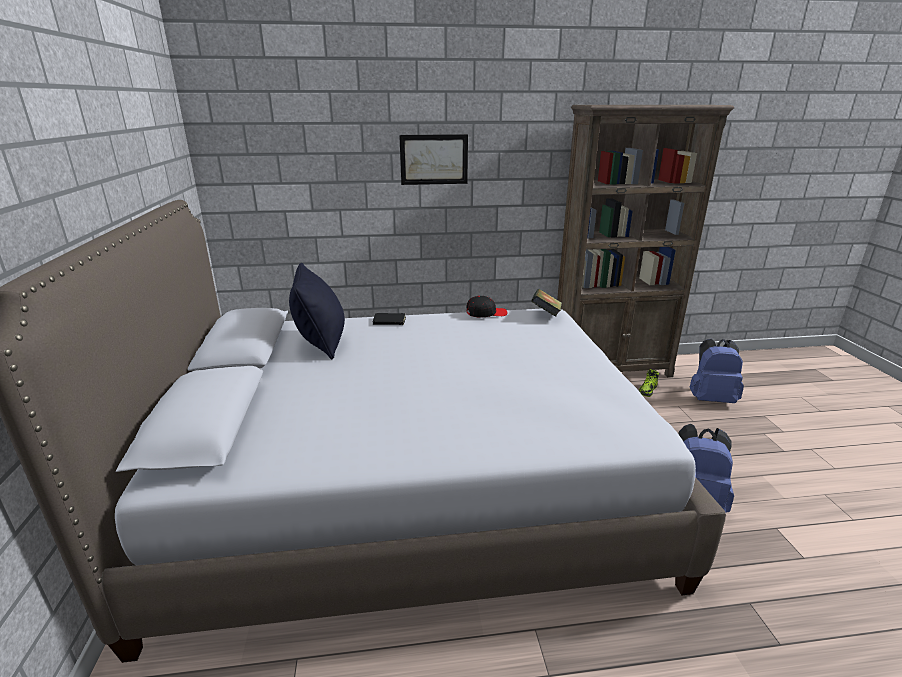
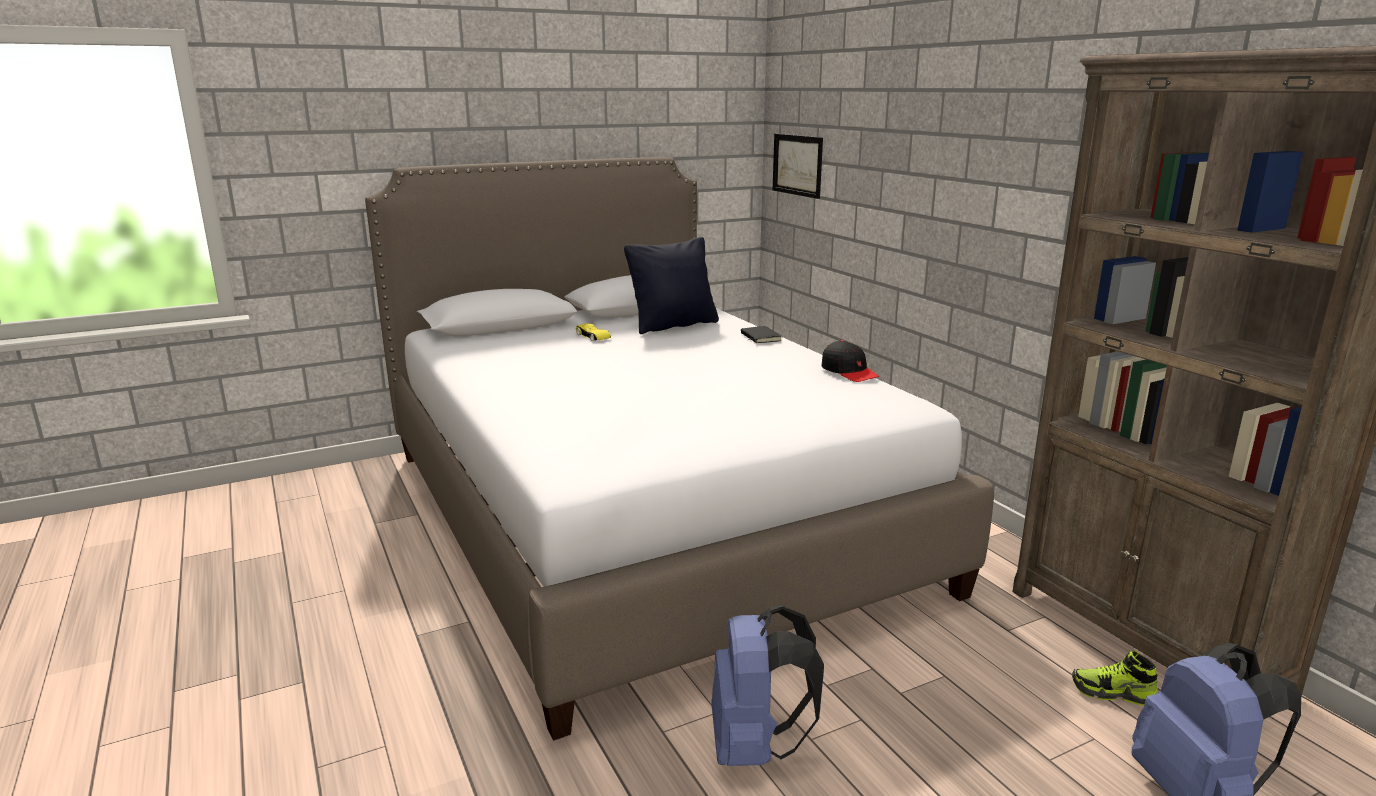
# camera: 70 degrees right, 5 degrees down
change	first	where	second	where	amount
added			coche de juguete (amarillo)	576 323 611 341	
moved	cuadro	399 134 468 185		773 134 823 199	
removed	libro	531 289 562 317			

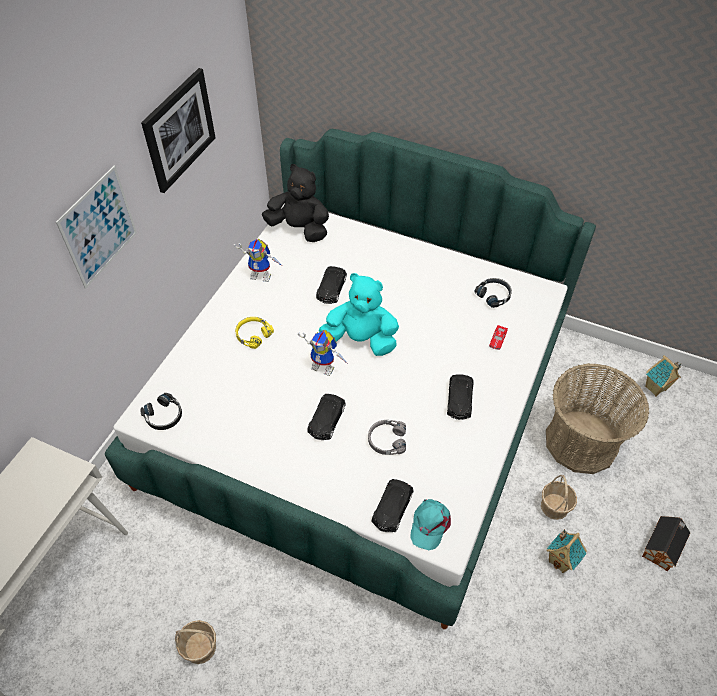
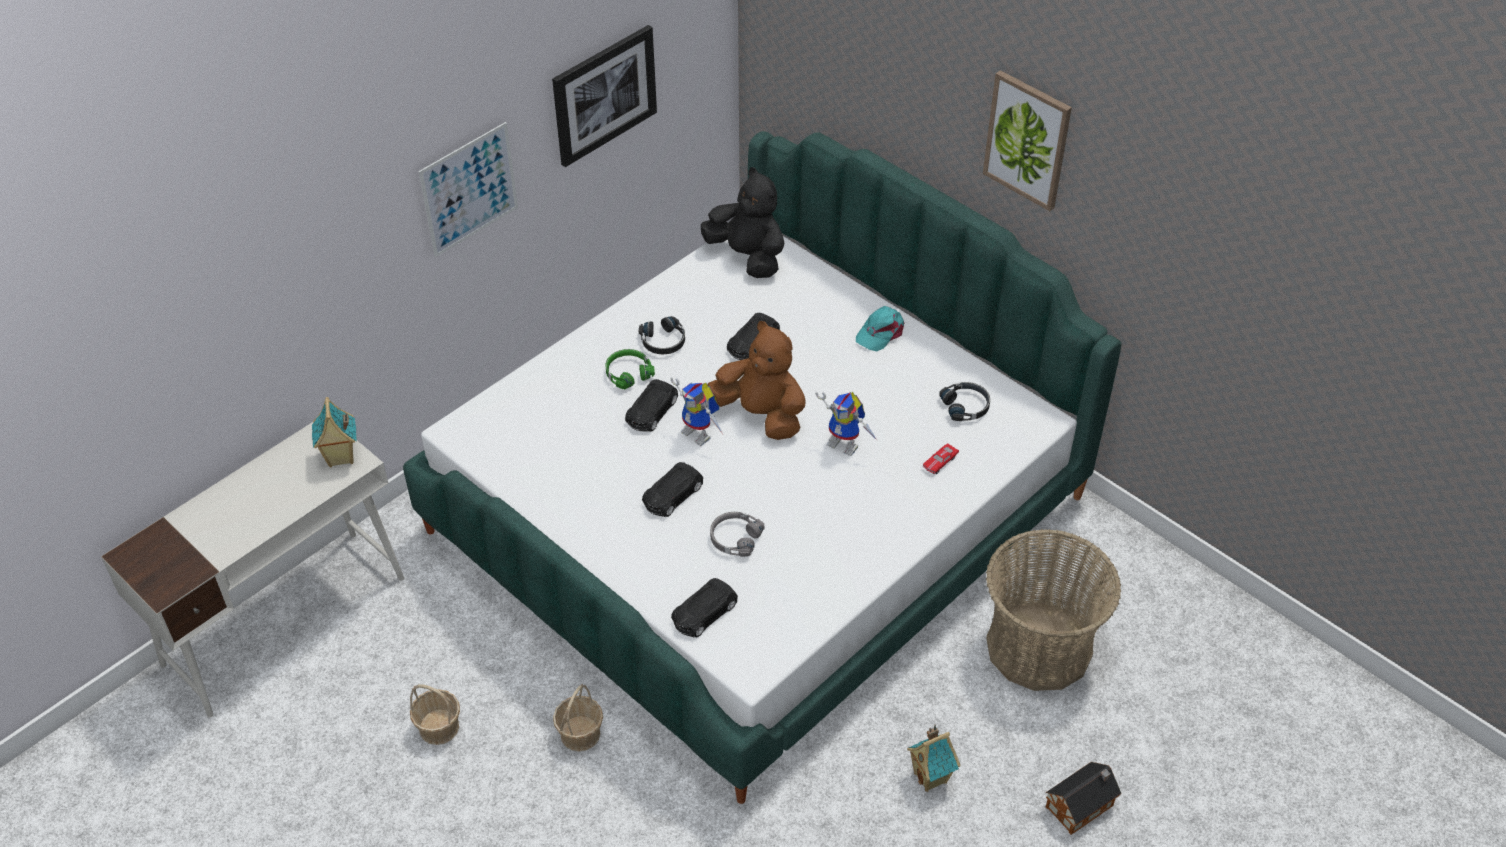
# camera: 20 degrees right, 5 degrees down
change	first	where	second	where	amount
moved	casita	645 355 682 396		312 397 357 467	
moved	cesta	541 475 577 520		553 684 603 752	
recoloured	auriculares (amarillo)	235 317 274 349	auriculares (verde)	606 349 655 390	
moved	coche de juguete (negro)	447 374 474 420		625 379 678 432	
moved	auriculares (negro)	140 393 182 430		639 316 685 354	
recoloured	peluche (turquesa)	319 273 399 356	peluche (marrón)	707 321 805 440	
moved	robot de juguete	234 238 284 282		815 392 877 456	
moved	gorra (turquesa)	410 499 451 550		856 306 904 351	
added			cuadro	983 70 1072 211	

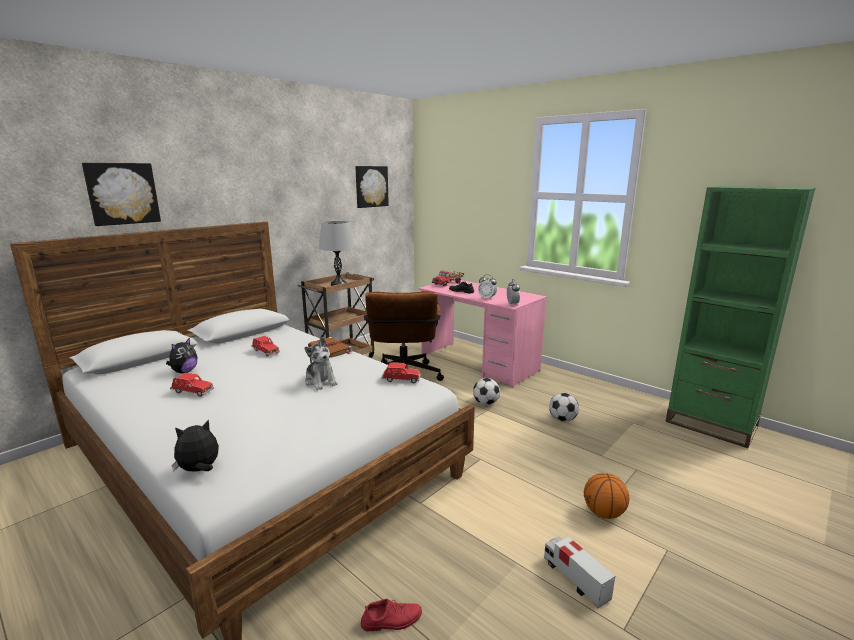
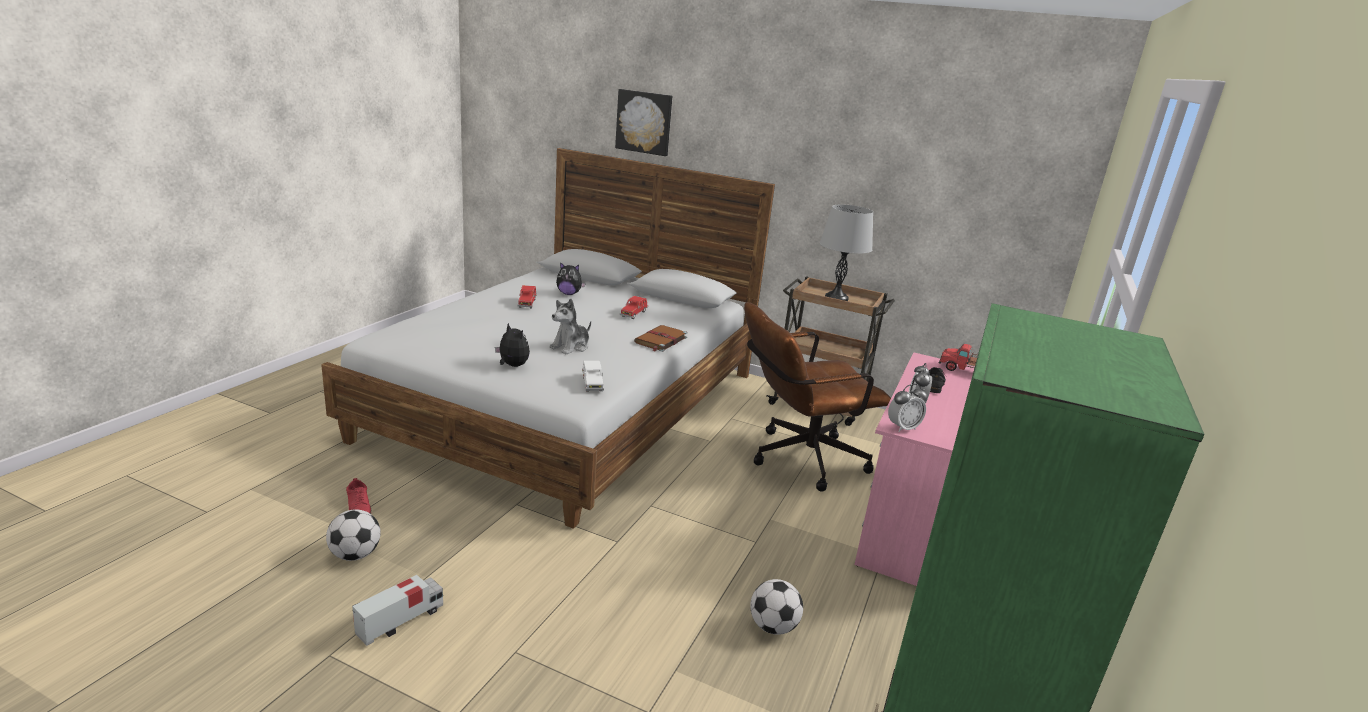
# camera: 70 degrees right, 5 degrees up
change	first	where	second	where	amount
moved	balón de fútbol	473 378 500 405		326 509 381 561	
moved	peluche	172 420 219 471		495 323 530 367	
recoloured	coche de juguete (rojo)	381 362 421 383	coche de juguete (blanco)	582 361 604 391	
removed	cuadro	355 166 389 208			
removed	balón de baloncesto	584 473 629 519			

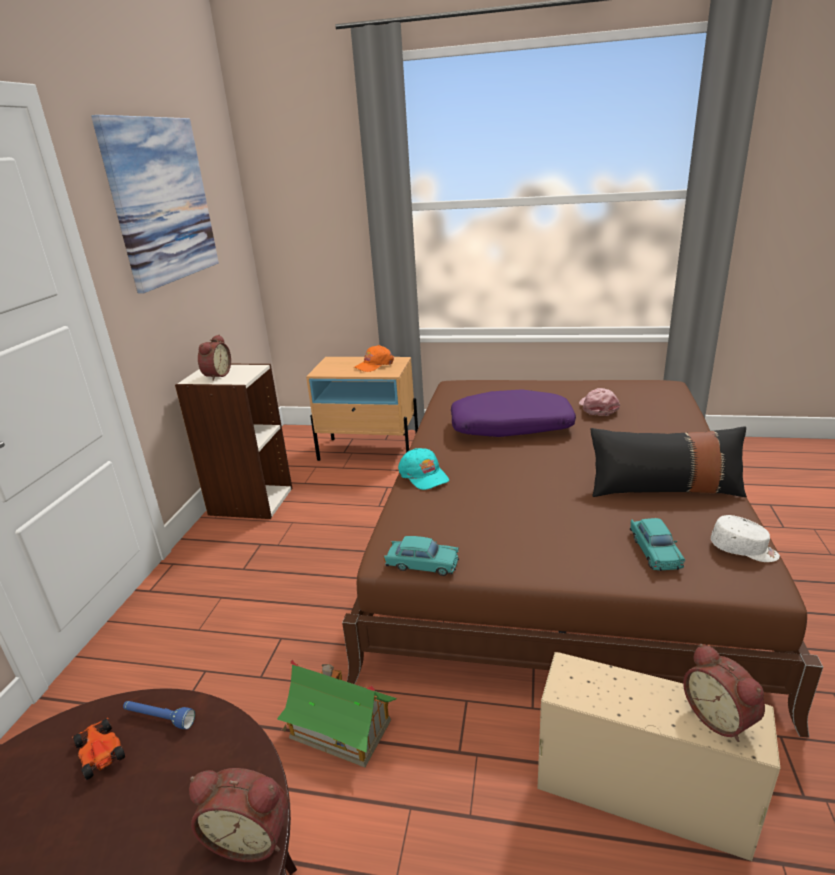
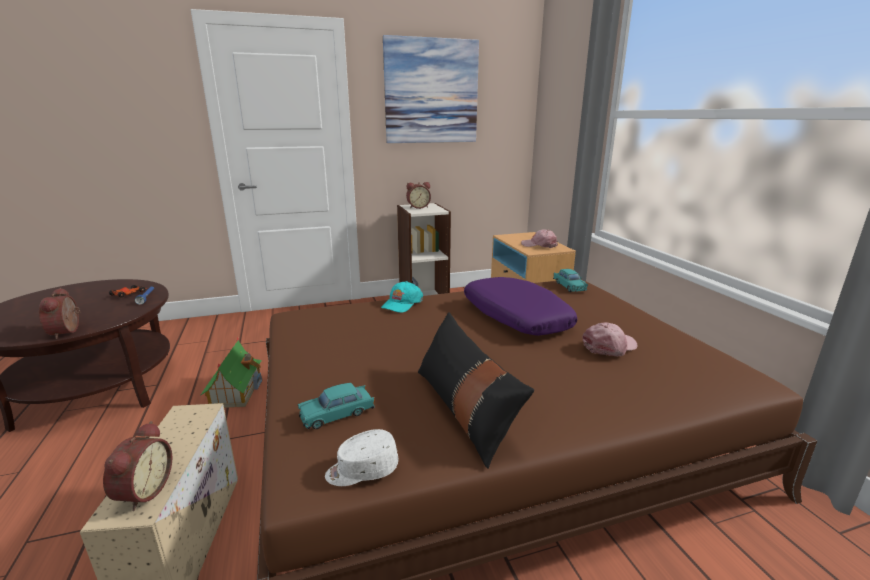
# camera: 60 degrees right, 5 degrees down
change	first	where	second	where	amount
turned	despertador	683 644 765 742		103 421 172 511	150 degrees clockwise
turned	gorra (blanco)	711 515 780 562		325 429 398 486	75 degrees clockwise
recoloured	gorra (naranja)	354 345 394 372	gorra (rosa)	521 229 558 248	
moved	coche de juguete (turquesa)	384 536 459 576		553 269 588 292	

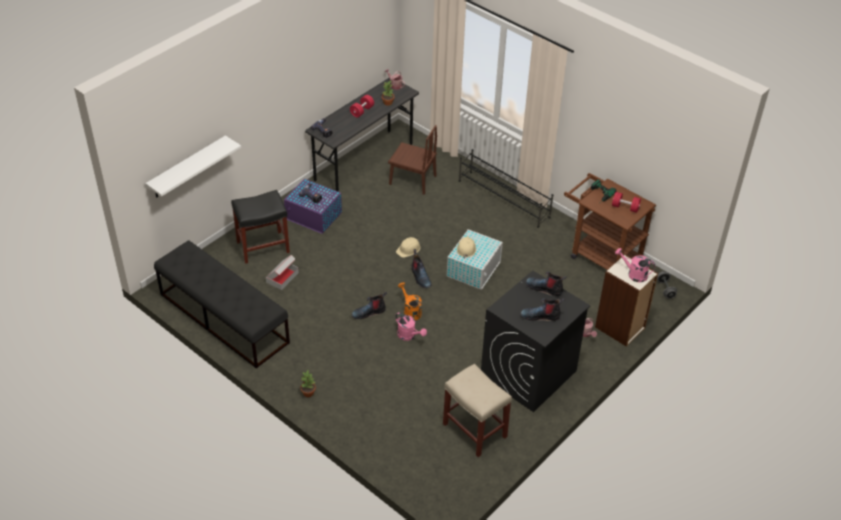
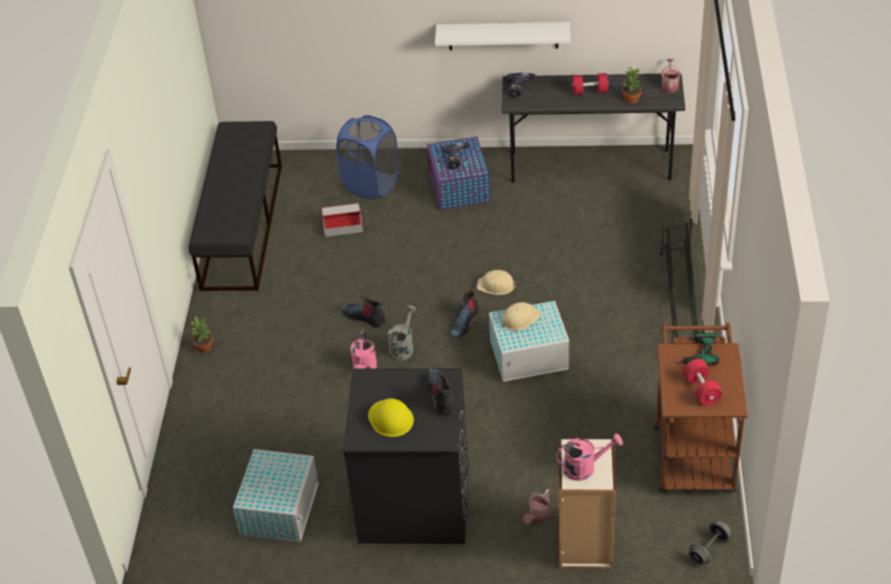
# camera: 55 degrees right, 0 degrees up
change	first	where	second	where	amount
replaced	taburete (beis)	443 364 512 457	caja de almacenaje (blanco)	233 449 319 542	
replaced	taburete (negro)	231 190 290 264	cesto de la ropa (azul)	336 115 399 200	
replaced	bota	520 298 565 321	casco (amarillo)	368 398 414 437	
recoloured	regadera (naranja)	398 282 422 320	regadera (gris)	388 305 416 361	
moved	estante (blanco)	145 135 241 197		435 22 570 50	
turned	regadera (rosa)	615 248 655 282		556 433 623 481	90 degrees clockwise
removed	silla (marrón)	388 125 437 195			

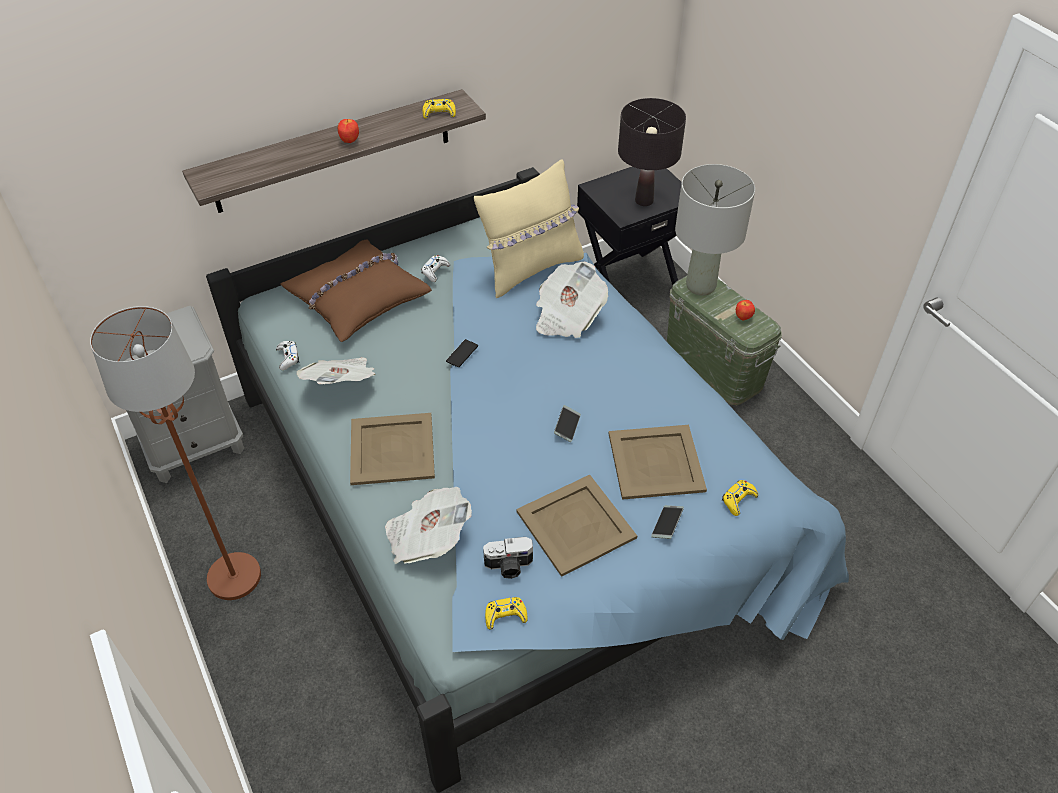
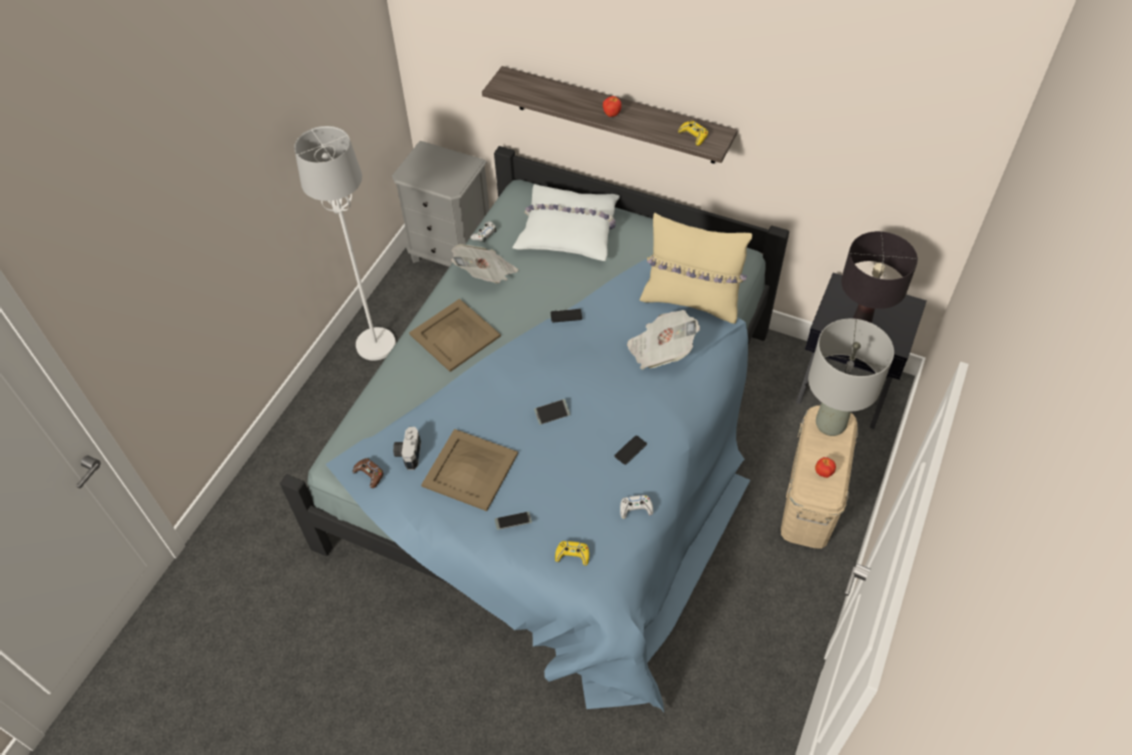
# camera: 55 degrees right, 5 degrees up
change	first	where	second	where	amount
recoloured	lámpara de pie (marrón)	90 306 261 600	lámpara de pie (blanco)	294 126 396 361	
recoloured	mando de consola (amarillo)	485 597 528 629	mando de consola (marrón)	353 458 384 488	
turned	cámara	483 537 533 579		393 427 421 470	45 degrees clockwise
recoloured	cojín (marrón)	280 240 432 342	cojín (blanco)	513 184 620 261	
added			móvil	614 435 647 465	
moved	mando de consola (blanco)	421 255 450 282		620 495 653 519	
recoloured	caja de almacenaje (verde)	667 276 782 405	caja de almacenaje (beis)	781 405 858 549	
removed	periódico	385 487 472 564			
removed	bandeja (beis)	609 425 707 500			

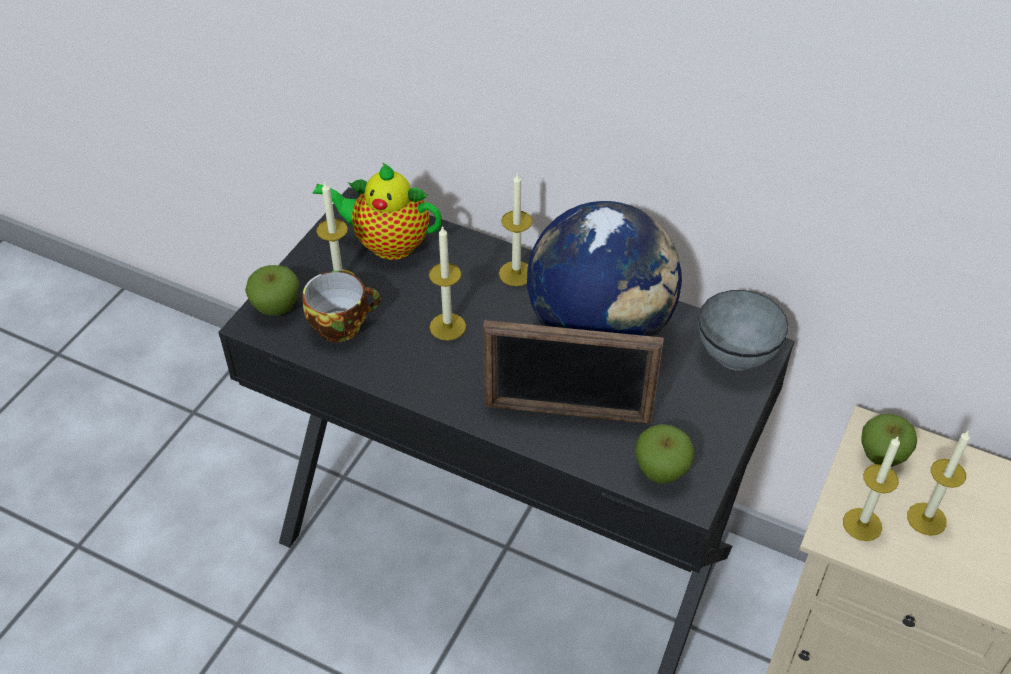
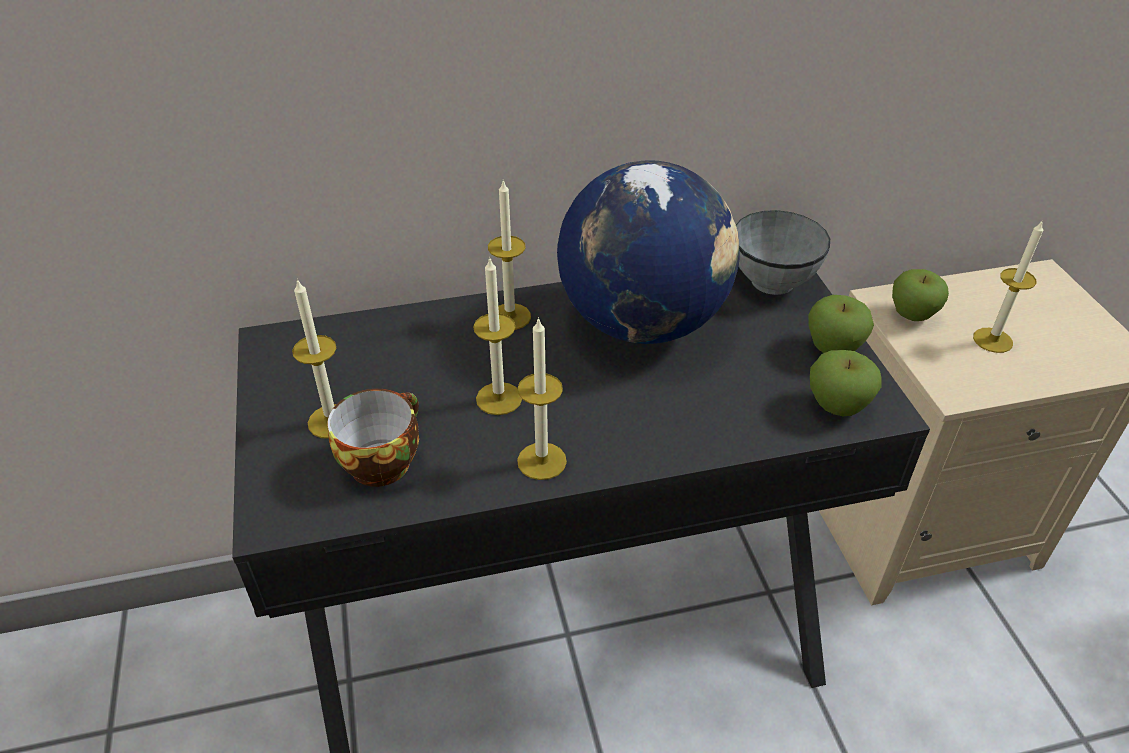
# camera: 40 degrees left, 5 degrees down
change	first	where	second	where	amount
moved	vela	843 436 900 541		517 317 567 480	
moved	manzana	245 265 299 316		809 295 874 353	
removed	tetera	313 162 442 260			
removed	portarretratos	483 320 663 424			

